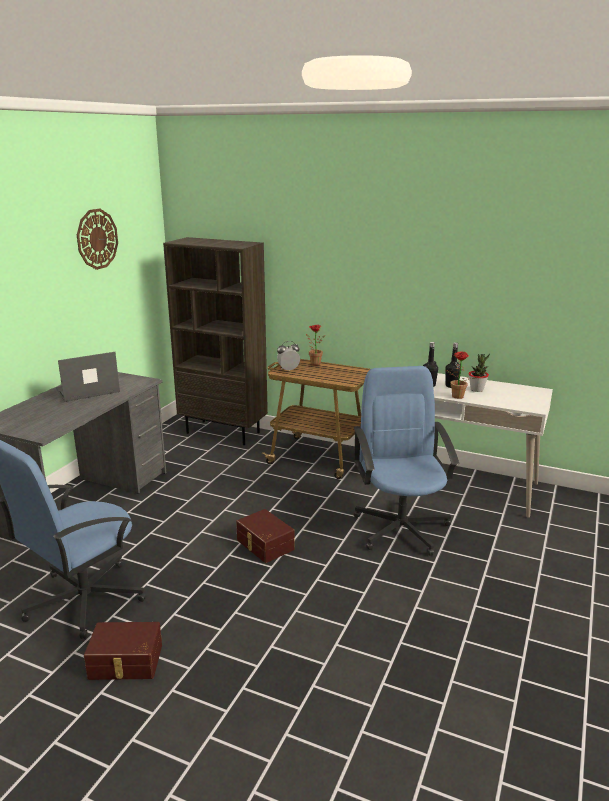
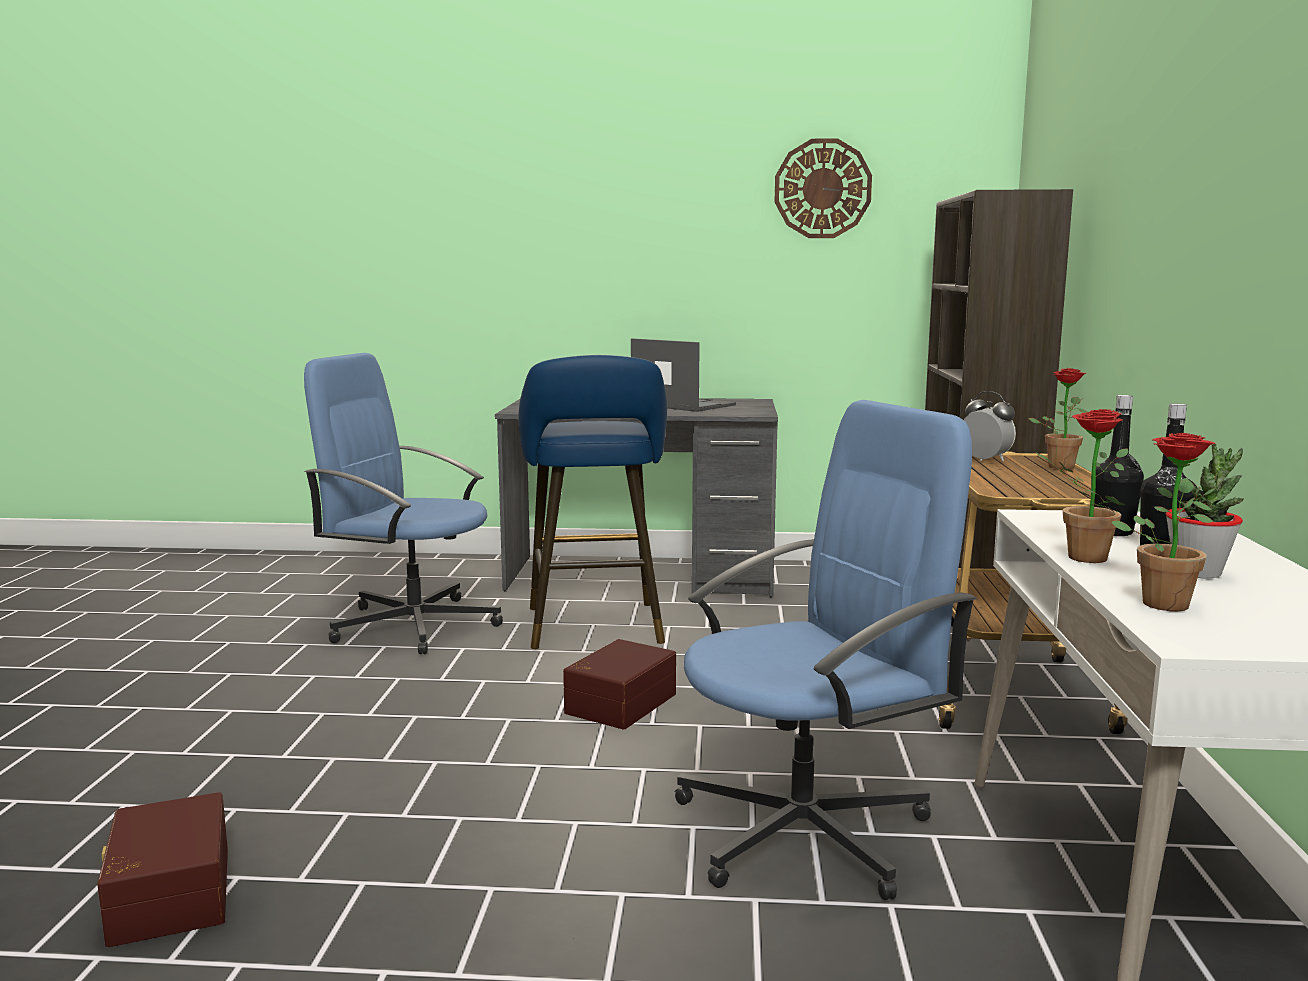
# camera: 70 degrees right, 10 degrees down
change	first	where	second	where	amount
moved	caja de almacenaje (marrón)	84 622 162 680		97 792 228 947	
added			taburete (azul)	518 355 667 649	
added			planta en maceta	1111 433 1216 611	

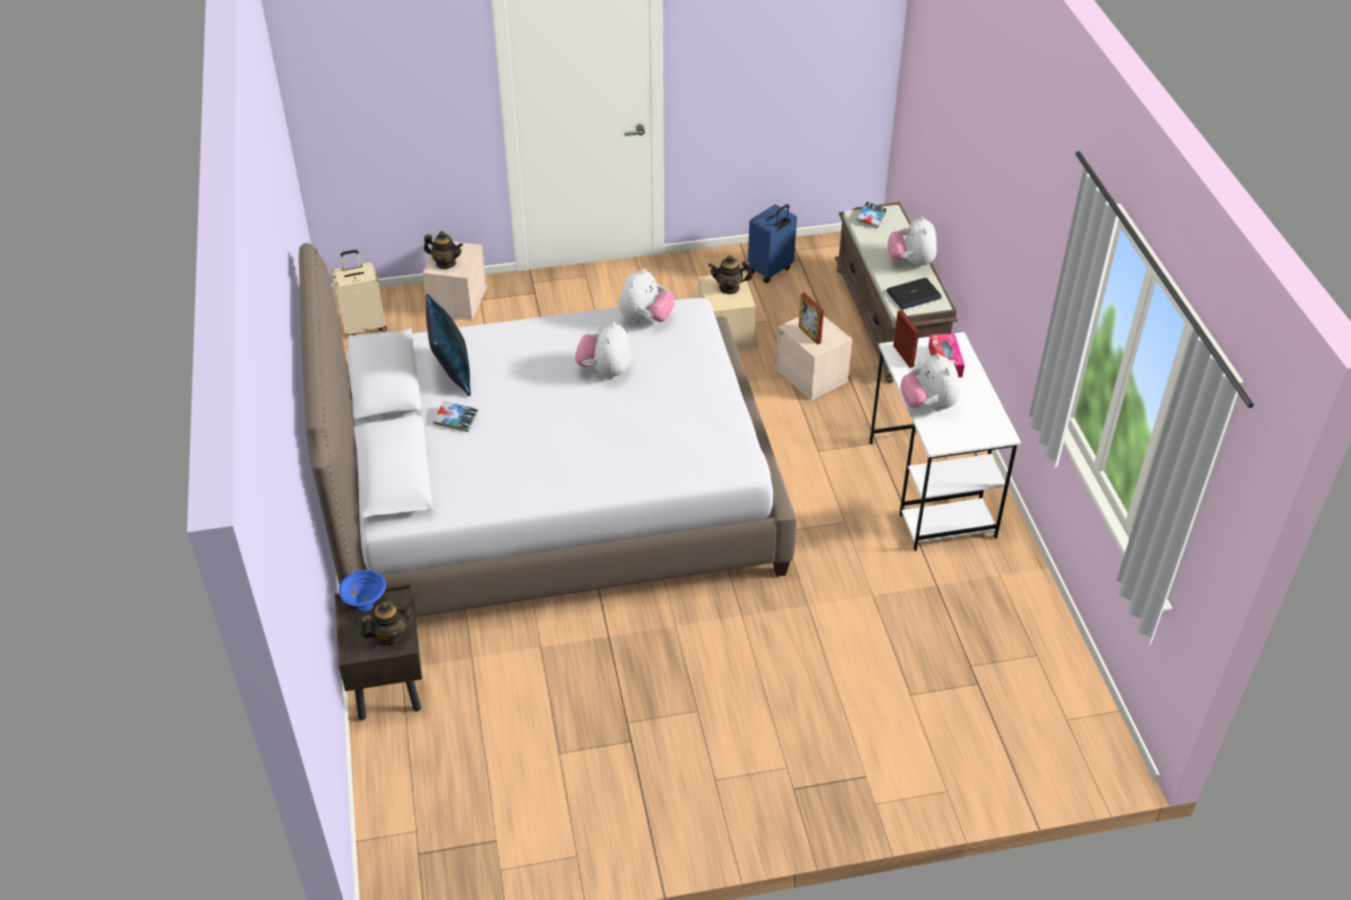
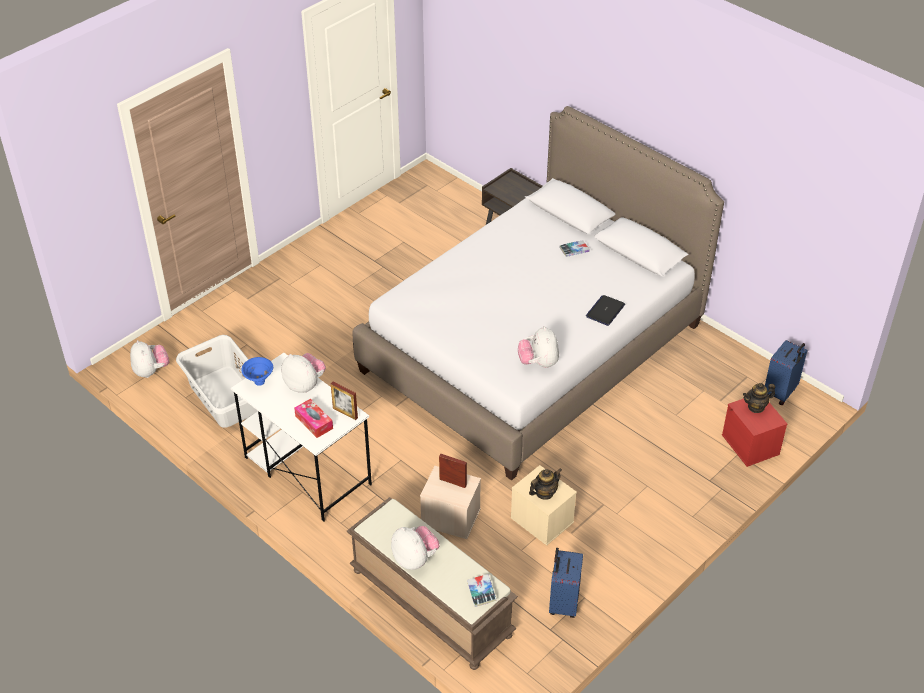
# camera: 145 degrees right, 0 degrees up
change	first	where	second	where	amount
moved	peluche	575 322 631 378		130 340 169 378	
added			cesto de la ropa (gris)	176 335 257 428	
moved	cuenco (azul)	339 570 386 612		242 357 273 386	
moved	portátil	886 278 942 310		586 295 625 326	
recoloured	caja de almacenaje (beis)	423 242 487 321	caja de almacenaje (rojo)	722 398 787 467	
recoloured	maleta (beis)	331 250 387 337	maleta (azul)	765 340 807 406	
removed	tetera	360 601 412 645			
removed	cojín (azul)	426 294 471 397			

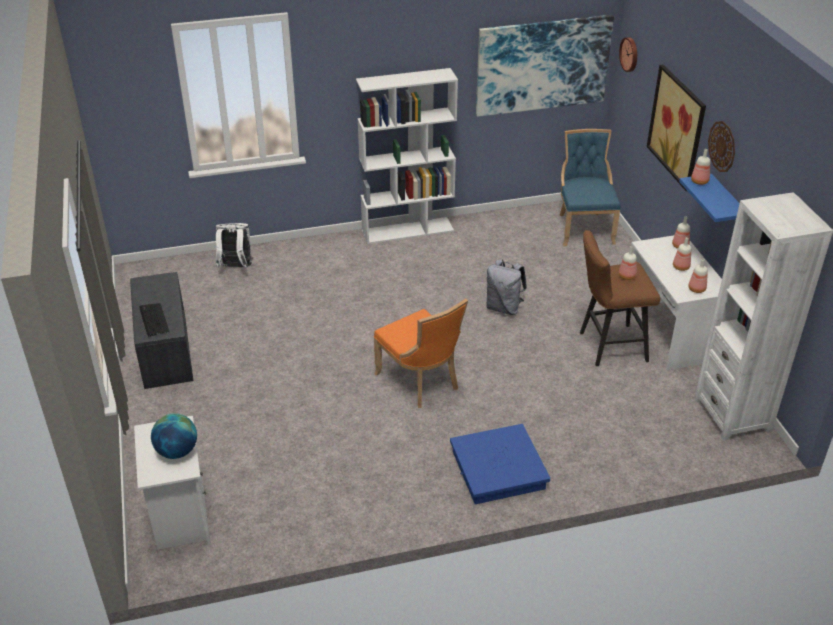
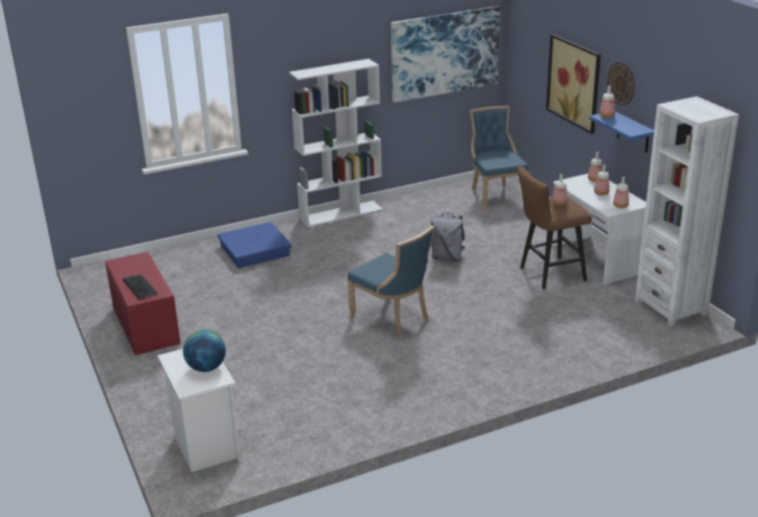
# camera: 10 degrees left, 10 degrees down
change	first	where	second	where	amount
recoloured	banco (gris)	130 272 194 389	banco (rojo)	105 252 181 356	
moved	caja de almacenaje (azul)	450 424 550 504		217 222 292 268	
recoloured	silla (naranja)	374 299 468 408	silla (azul)	347 225 435 337	
removed	mochila (blanco)	216 223 253 268			
removed	reloj de pared	619 37 637 72			

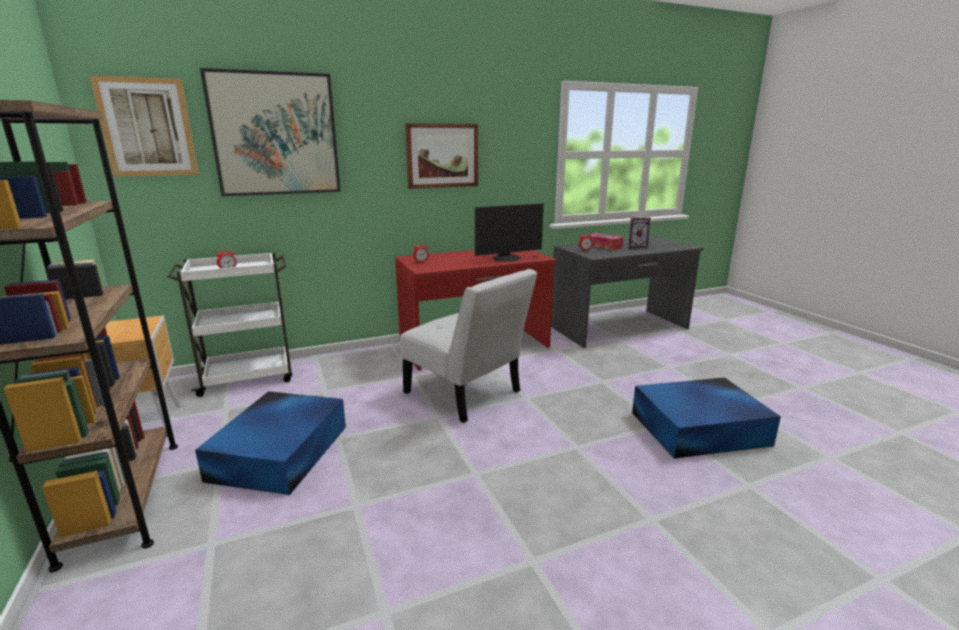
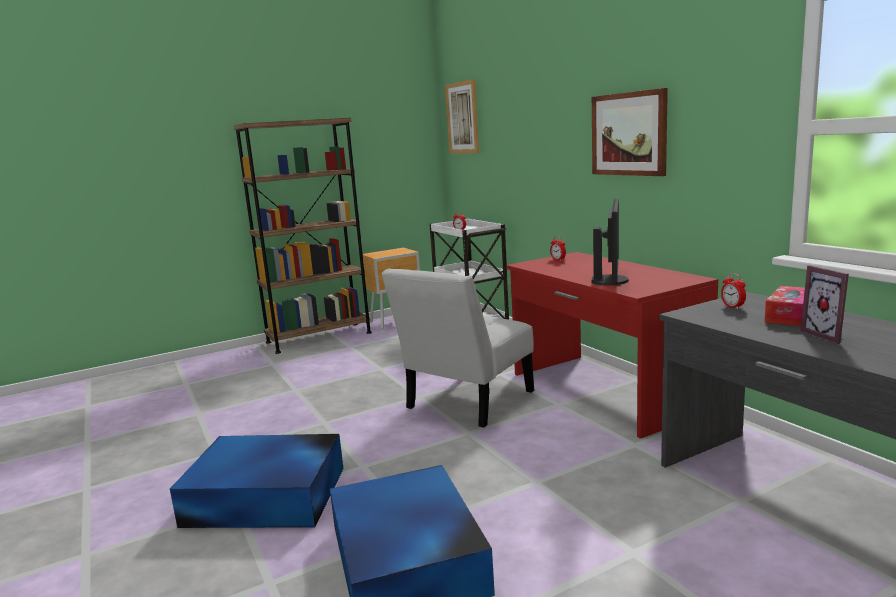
# camera: 85 degrees right, 5 degrees down
change	first	where	second	where	amount
moved	caja de almacenaje (azul)	195 391 346 495		170 434 343 528	
turned	monitor	475 203 544 262		591 198 629 286	135 degrees counterclockwise
removed	cuadro	200 68 341 196			

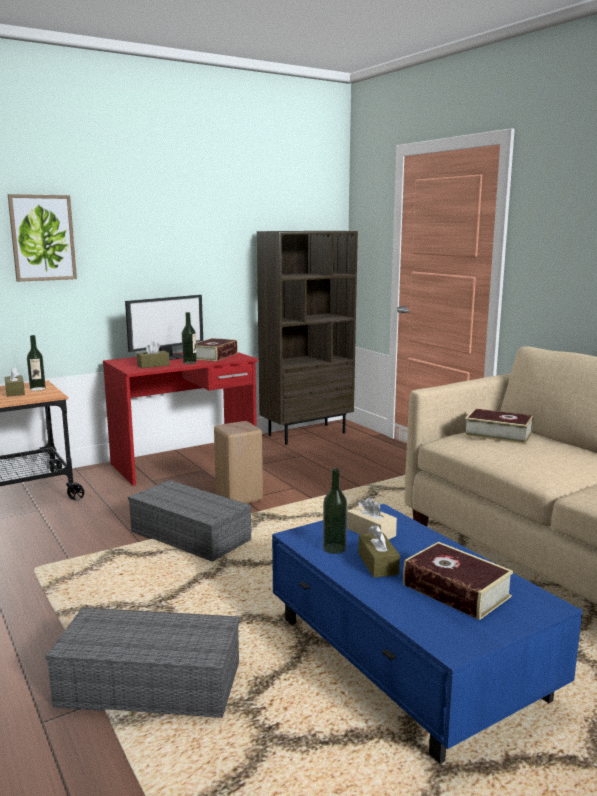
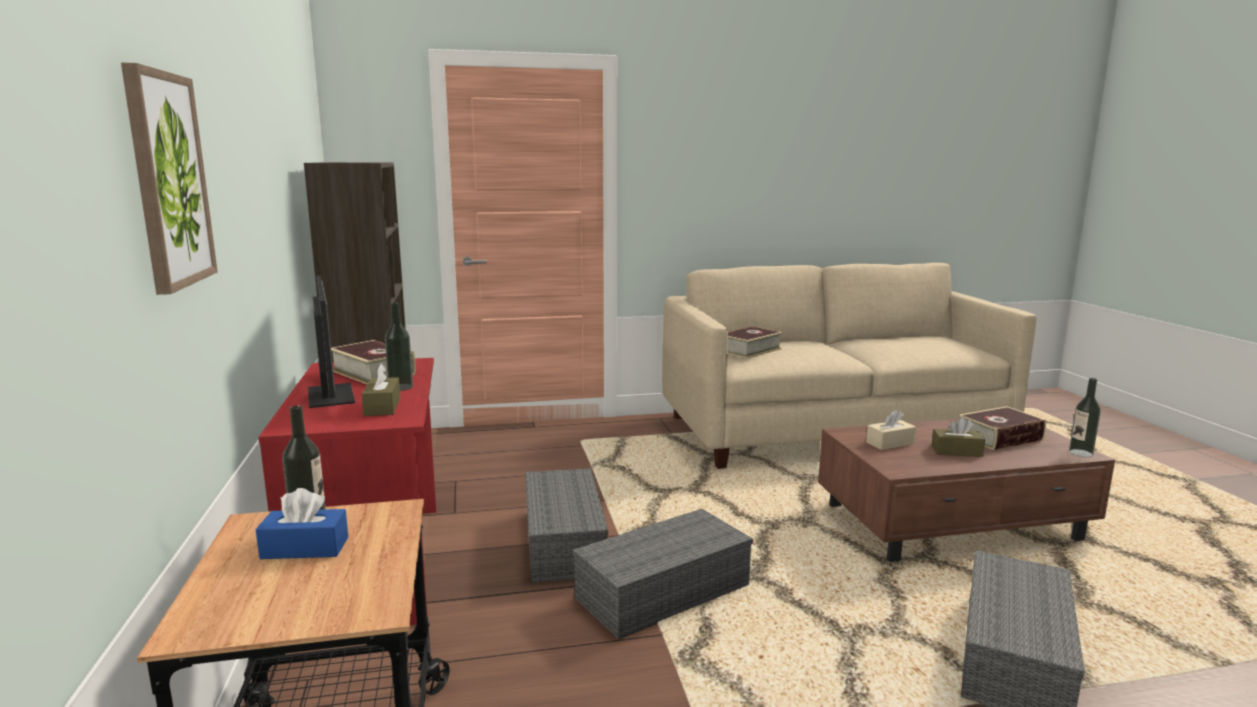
# camera: 70 degrees left, 0 degrees up
change	first	where	second	where	amount
recoloured	caja de pañuelos (marrón)	5 367 25 397	caja de pañuelos (azul)	255 488 348 559	
replaced	taburete (beis)	214 421 263 504	caja de almacenaje (gris)	525 468 608 583	
recoloured	mesa de centro (azul)	272 504 582 764	mesa de centro (marrón)	818 419 1115 562	
moved	botella	323 468 347 554		1069 378 1101 457	

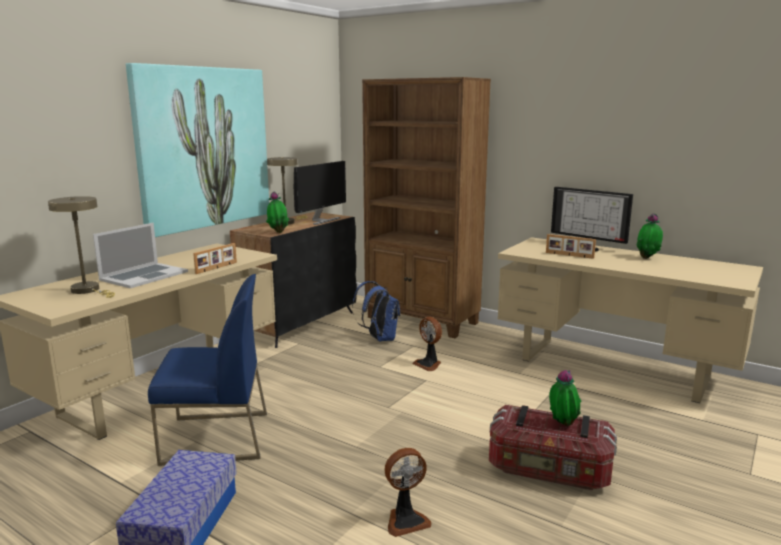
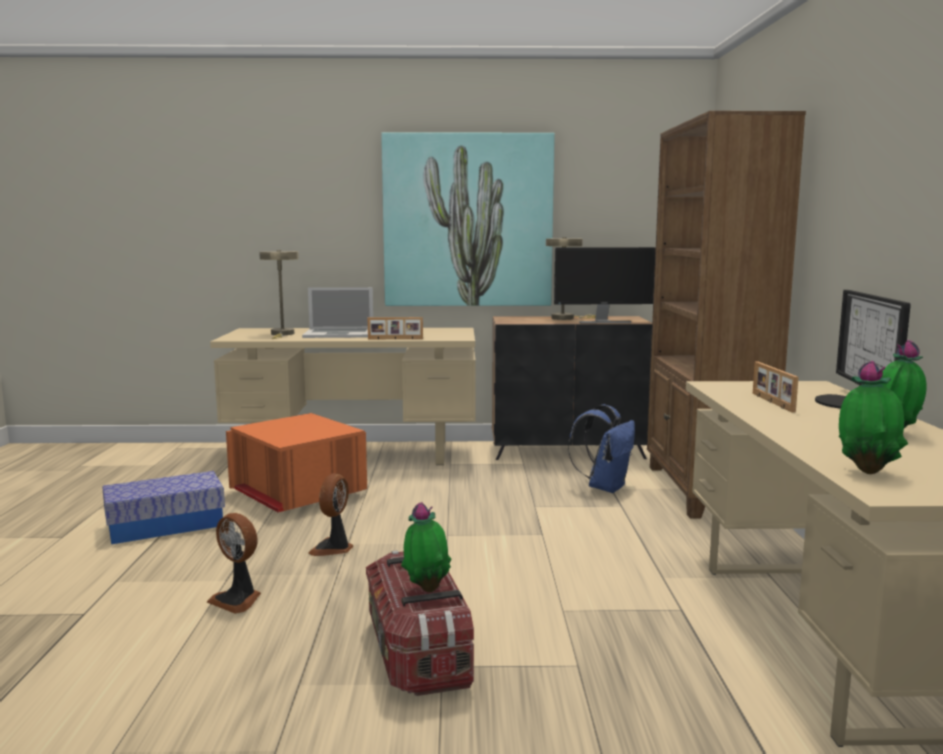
# camera: 55 degrees right, 5 degrees down
change	first	where	second	where	amount
replaced	silla (azul)	148 274 267 466	caja de almacenaje (naranja)	226 413 367 513	
moved	ventilador	412 317 442 371		308 473 354 556	
moved	planta en maceta	266 191 289 233		839 361 908 474	

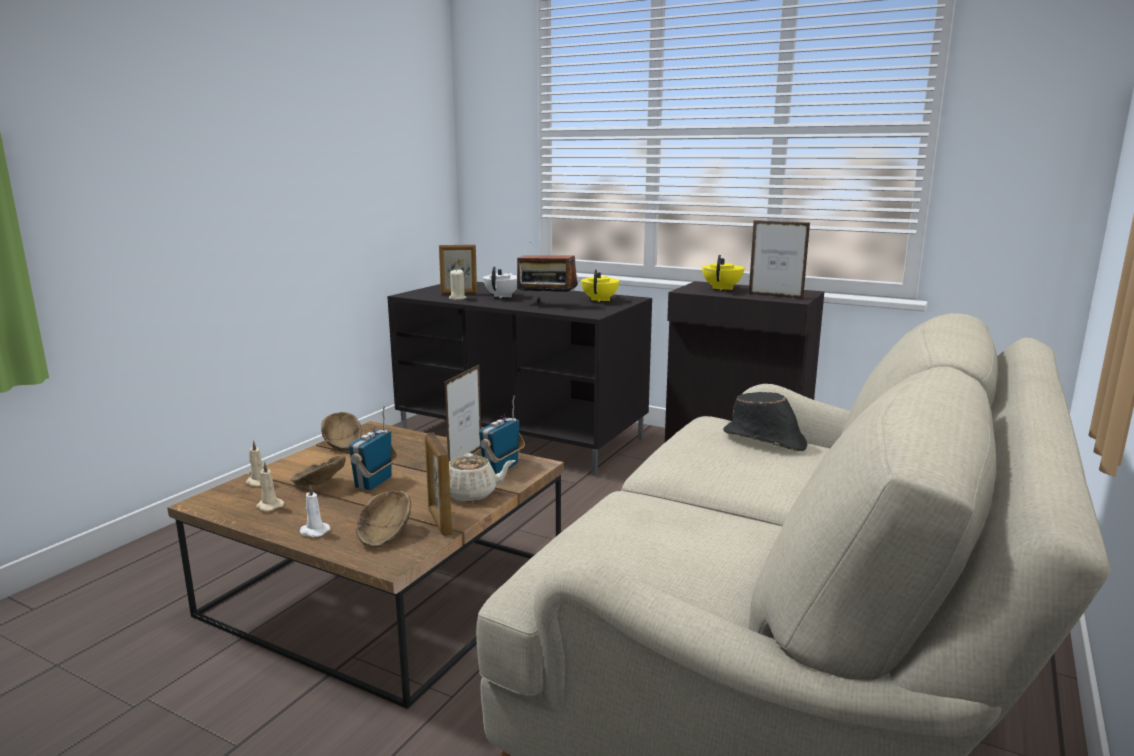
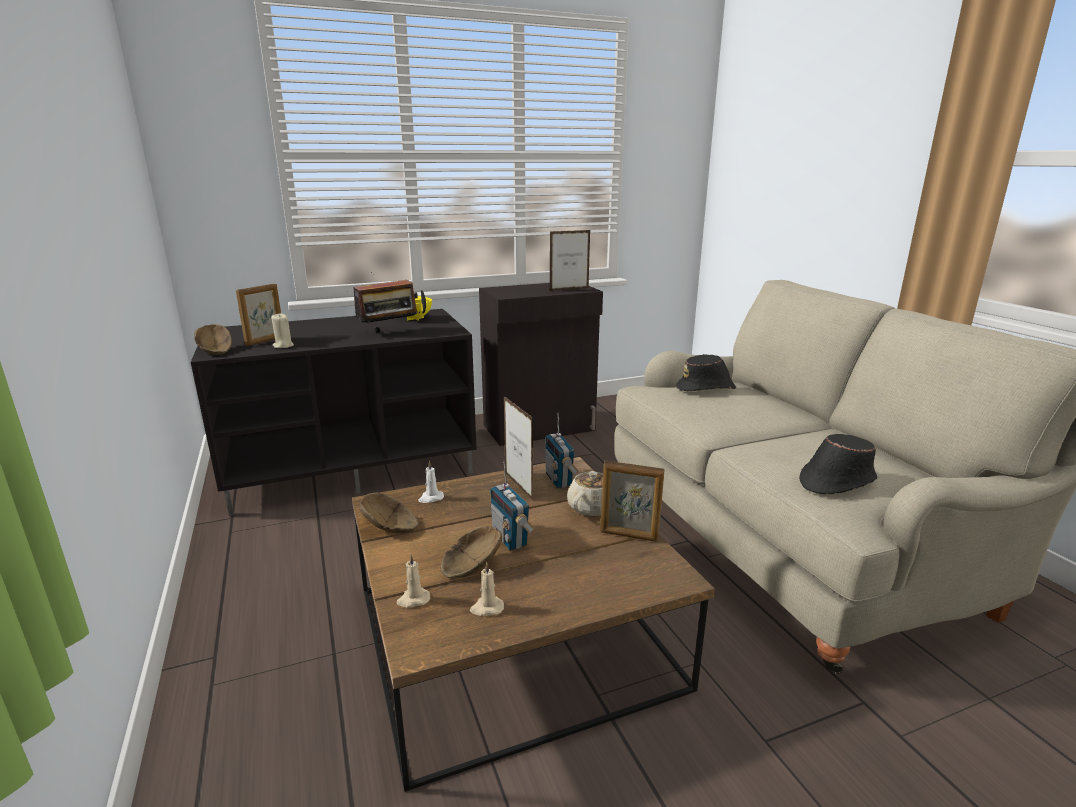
# camera: 50 degrees left, 5 degrees up
change	first	where	second	where	amount
moved	cuenco (marrón)	356 491 411 548		194 324 232 355	
moved	vela (blanco)	300 484 330 537		419 461 444 503	
added			sombrero (negro)	799 434 877 494	
removed	tetera (blanco)	483 266 517 298			
removed	tetera (amarillo)	702 255 744 291			

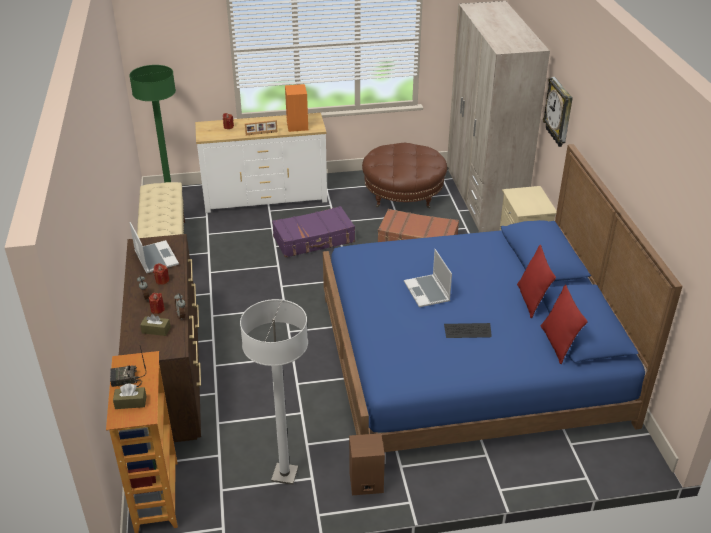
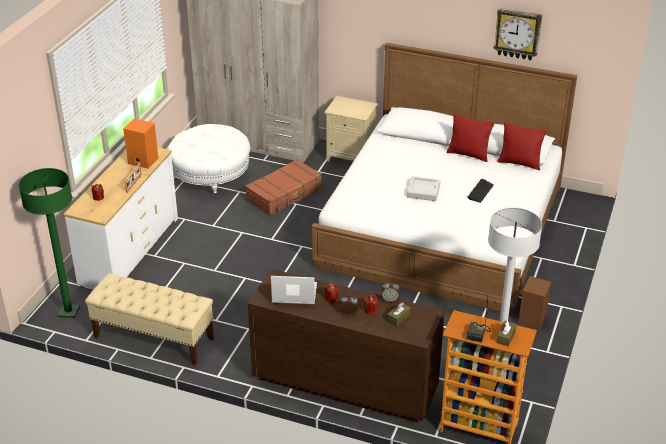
# camera: 60 degrees left, 0 degrees up
change	first	where	second	where	amount
recoloured	puf (marrón)	362 143 447 209	puf (blanco)	167 124 250 197	
recoloured	cama (azul)	323 144 683 452	cama (blanco)	312 43 577 315	
replaced	portátil	404 249 452 307	bandeja (gris)	407 176 440 201	
moved	reloj de pared	543 77 573 147		494 8 542 60	
removed	maleta (morado)	272 206 355 258			

